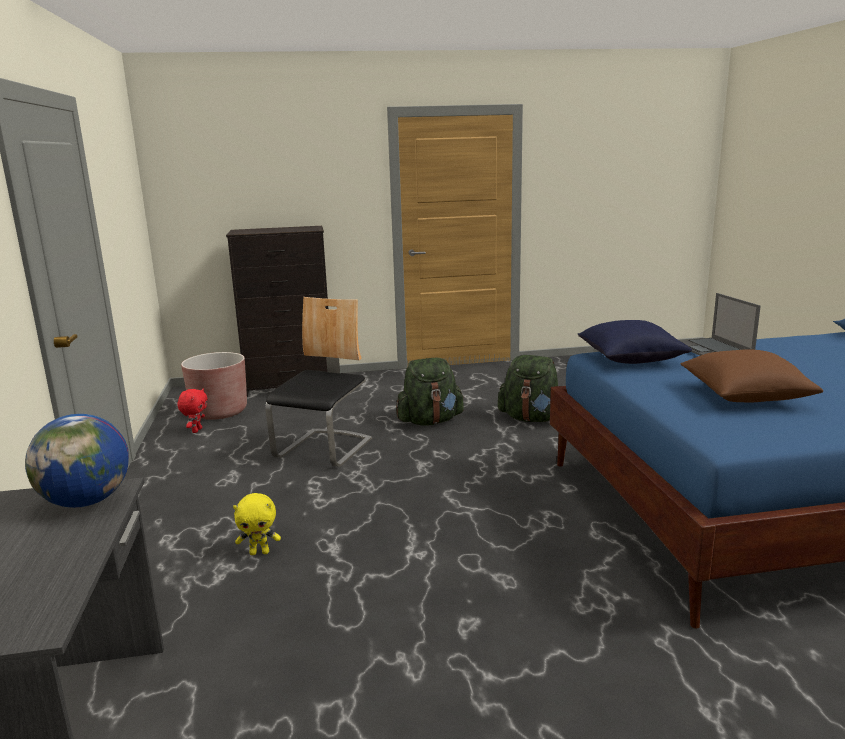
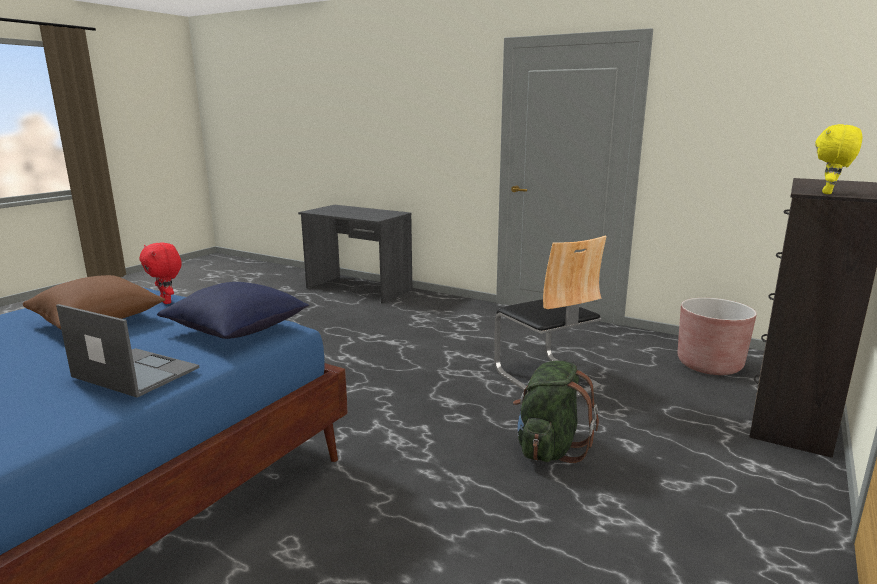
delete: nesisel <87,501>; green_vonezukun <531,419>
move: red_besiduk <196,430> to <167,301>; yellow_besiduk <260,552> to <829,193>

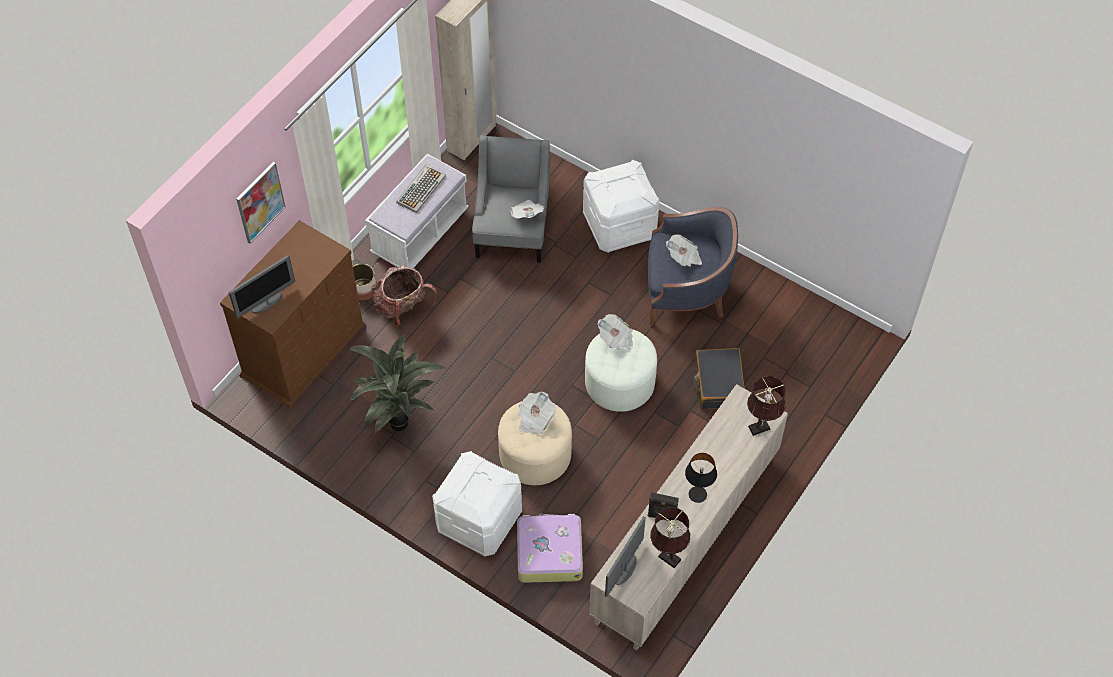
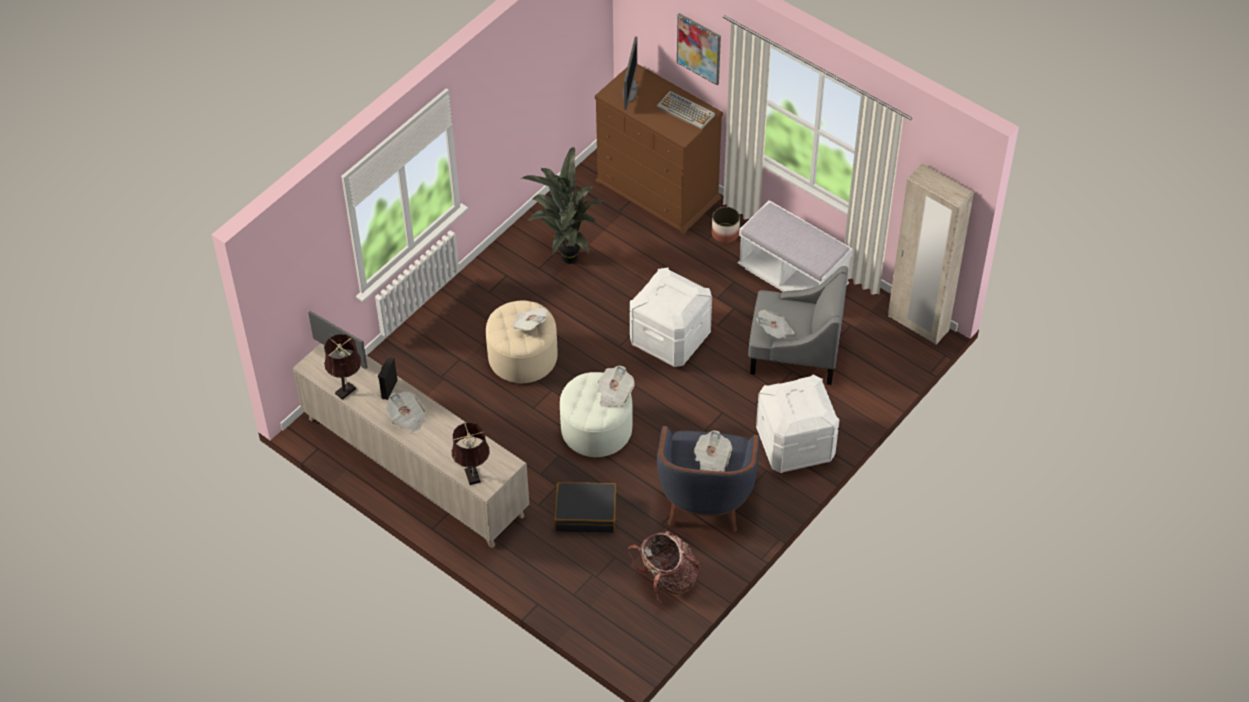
delete: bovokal <549,553>
move: vonezukun <403,307> to <667,579>; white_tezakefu <479,520> to <670,338>; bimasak <421,189> to <686,111>
replace: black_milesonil <697,494> to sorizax <407,418>
rotate: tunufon <266,302> = <630,91> 135 degrees counterclockwise

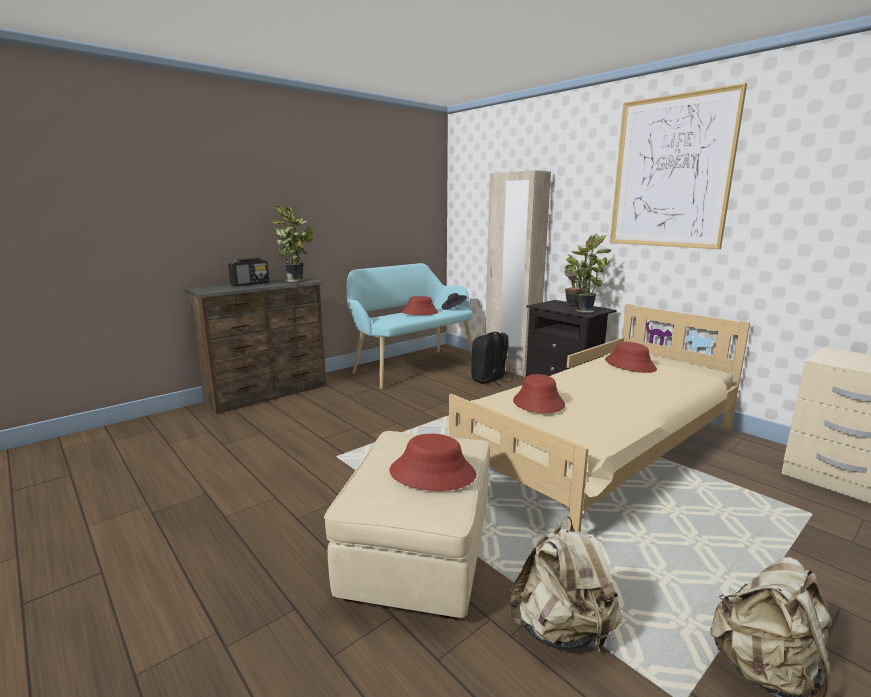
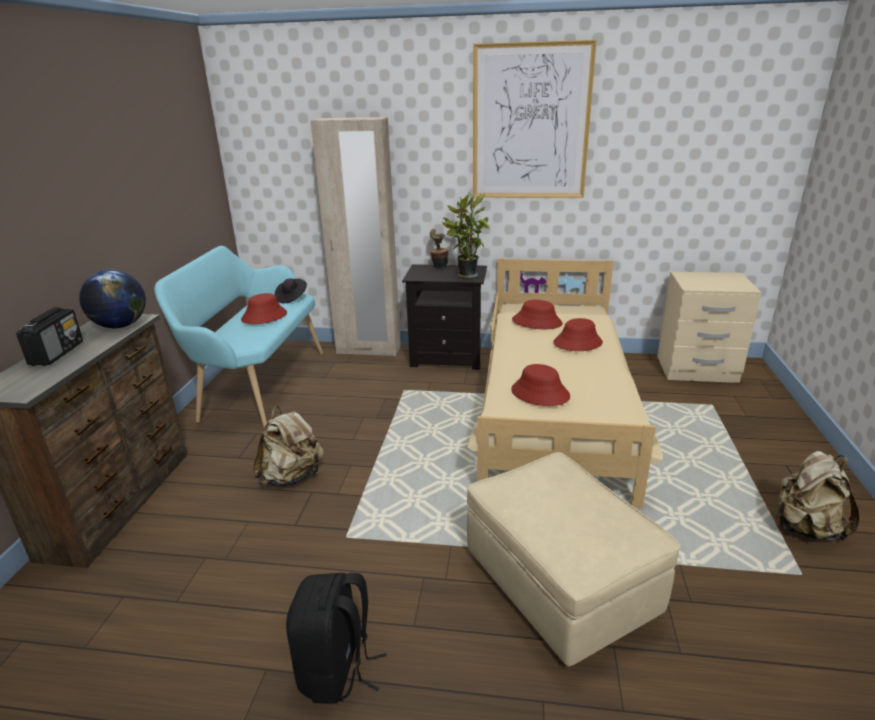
move: beige_vonezukun <562,631> to <292,477>; black_vonezukun <489,380> to <337,670>; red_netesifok <432,473> to <577,343>
replace: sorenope <296,281> to nesisel <120,326>

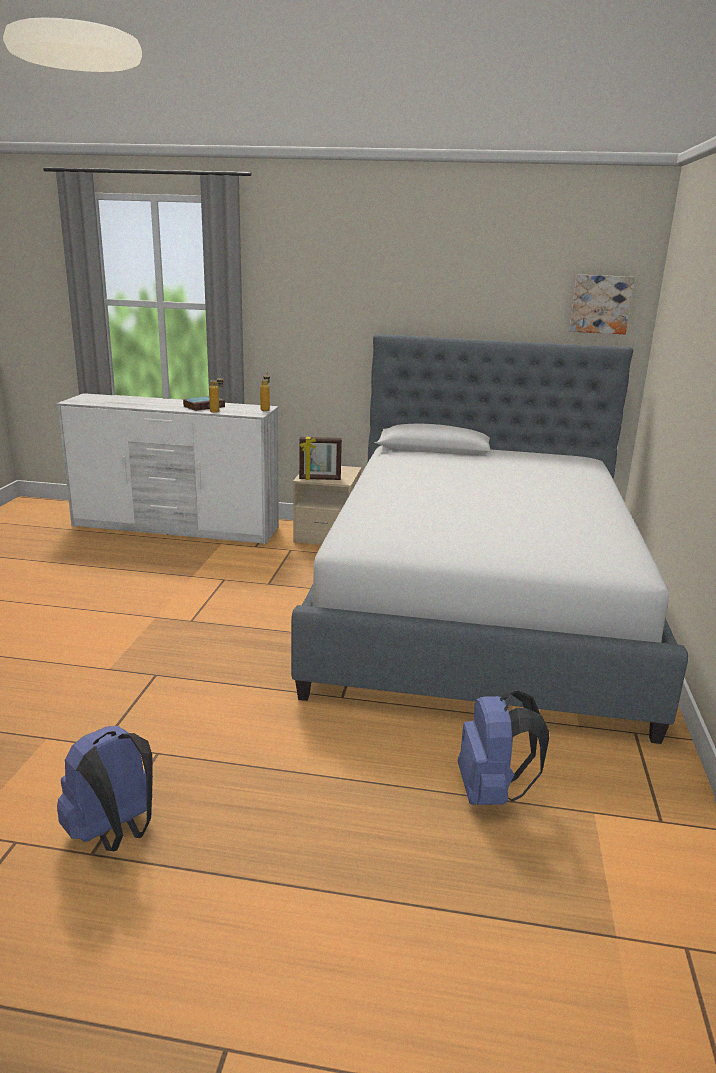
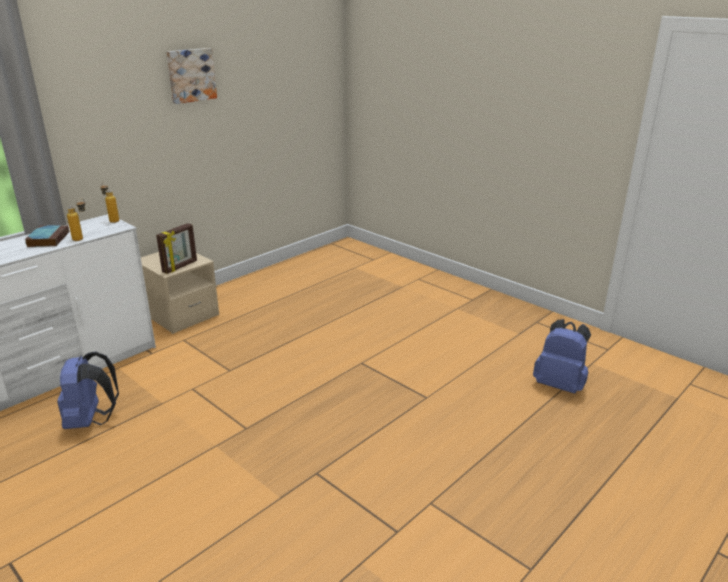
delete: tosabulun <478,608>
move: blue_vonezukun <114,833> to <91,420>; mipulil <600,304> to <191,75>

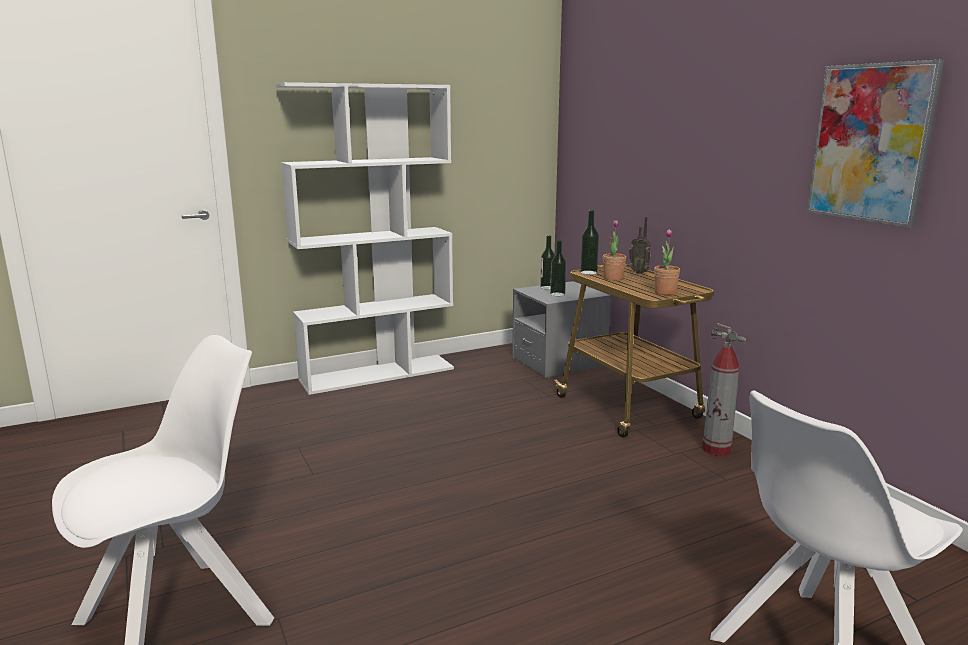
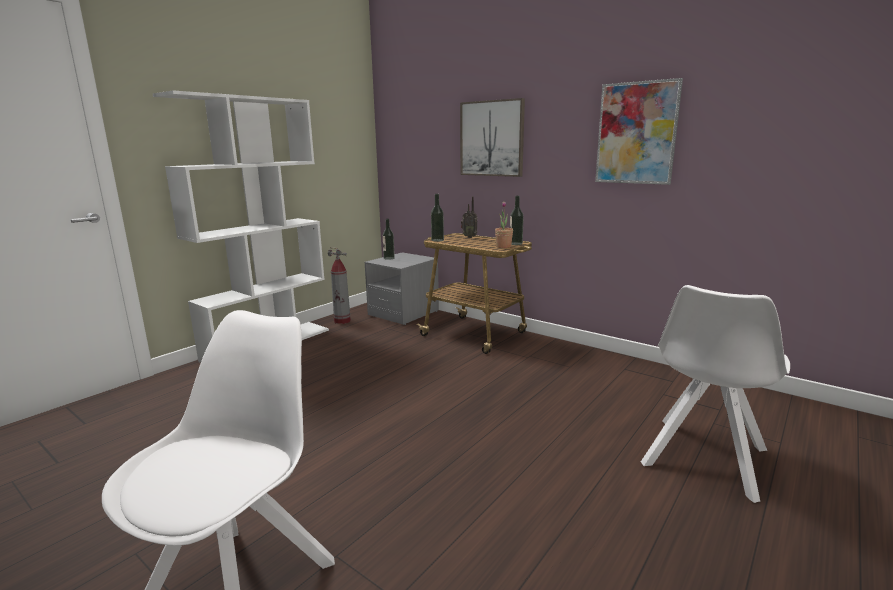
delete: sorenope <613,278>
insert: mipulil <492,138>
move: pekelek <716,450> to <342,321>; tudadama <557,294> to <516,243>

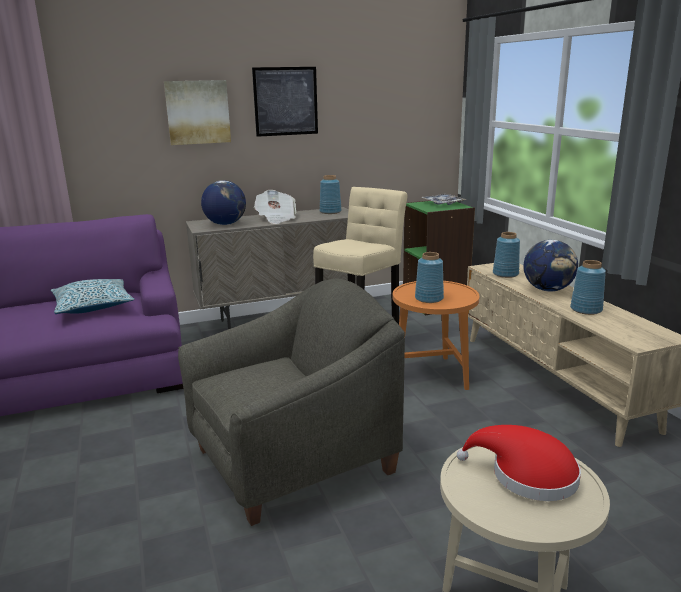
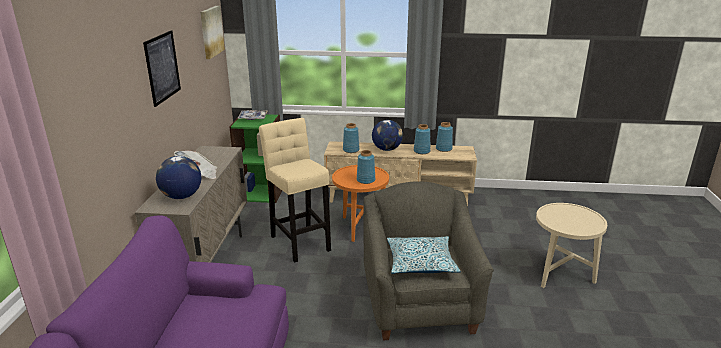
delete: red_netesifok <526,475>
move: mipulil <198,112> to <211,31>; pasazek <93,306> to <421,263>; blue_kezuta <330,212> to <444,149>

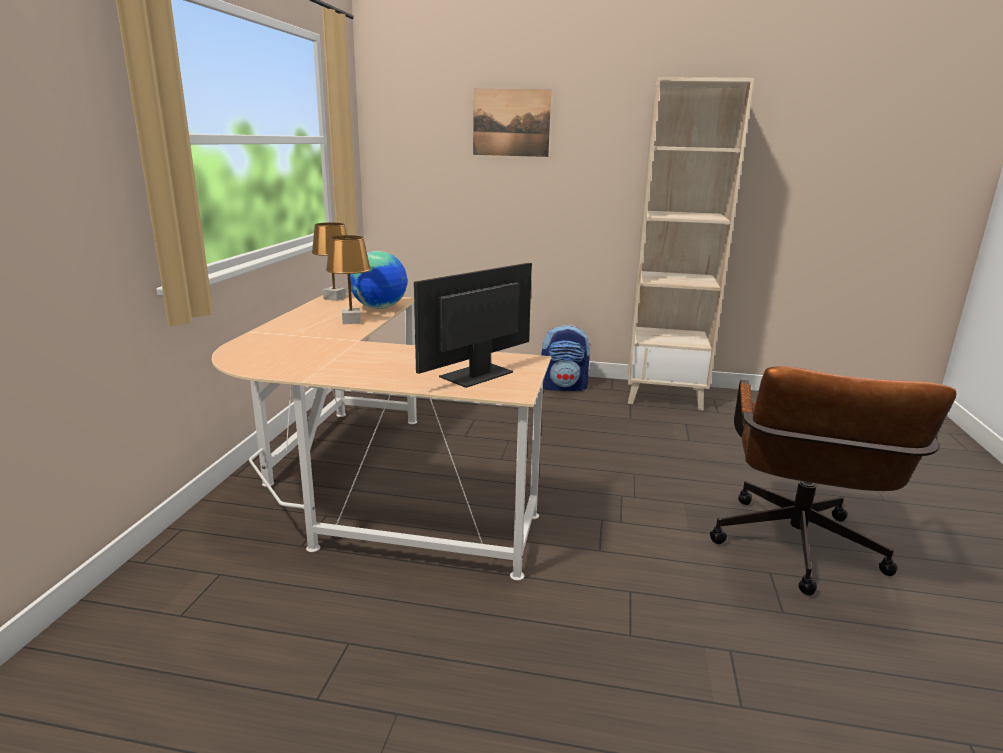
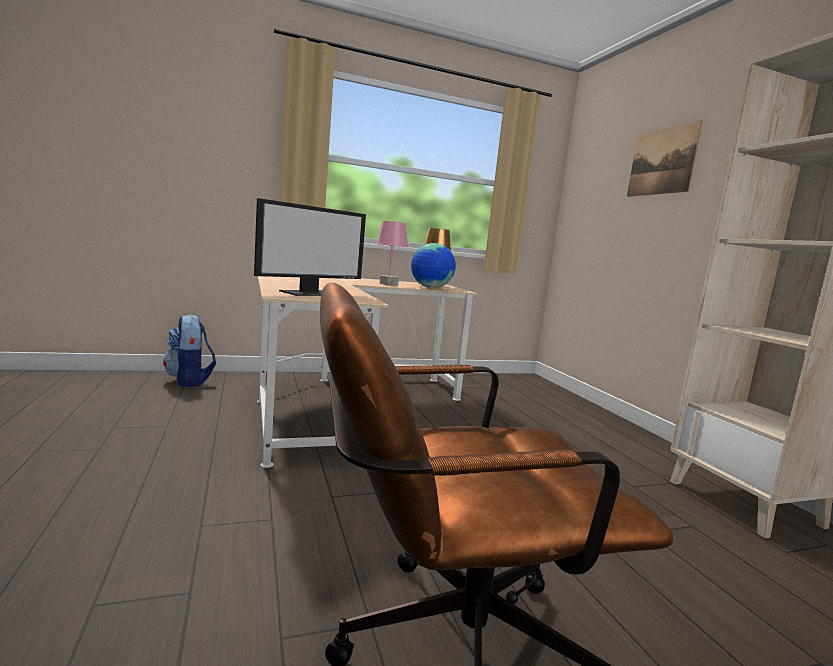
move: vonezukun <564,387> to <189,381>
recolor: brown_milesonil <351,321> to pink_milesonil <388,284>
rotate: tunufon <476,375> = <311,293> 120 degrees clockwise

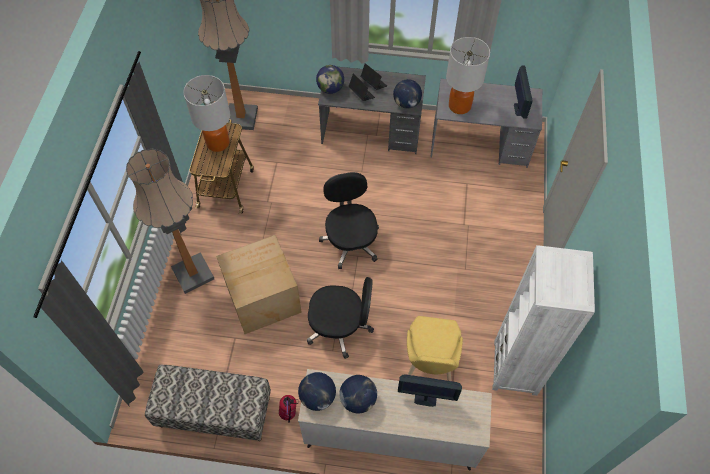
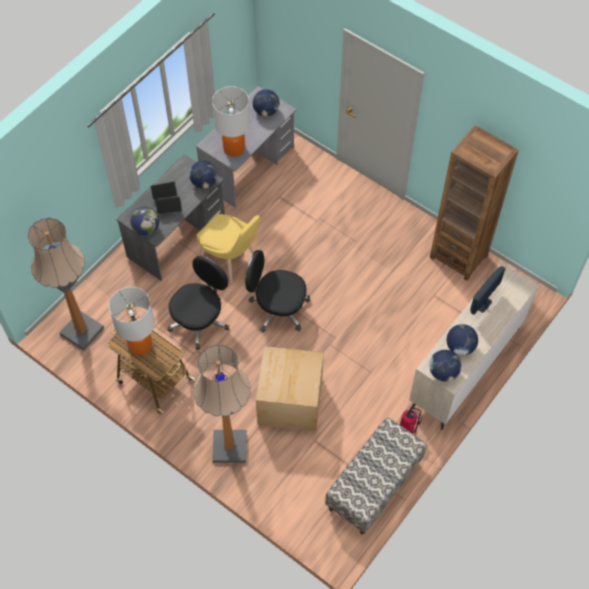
move: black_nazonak <340,327> to <200,320>; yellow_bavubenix <429,367> to <231,261>
replace: tunufon <519,109> to nesisel <266,111>
recolor: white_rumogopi <515,367> to brown_rumogopi <458,256>

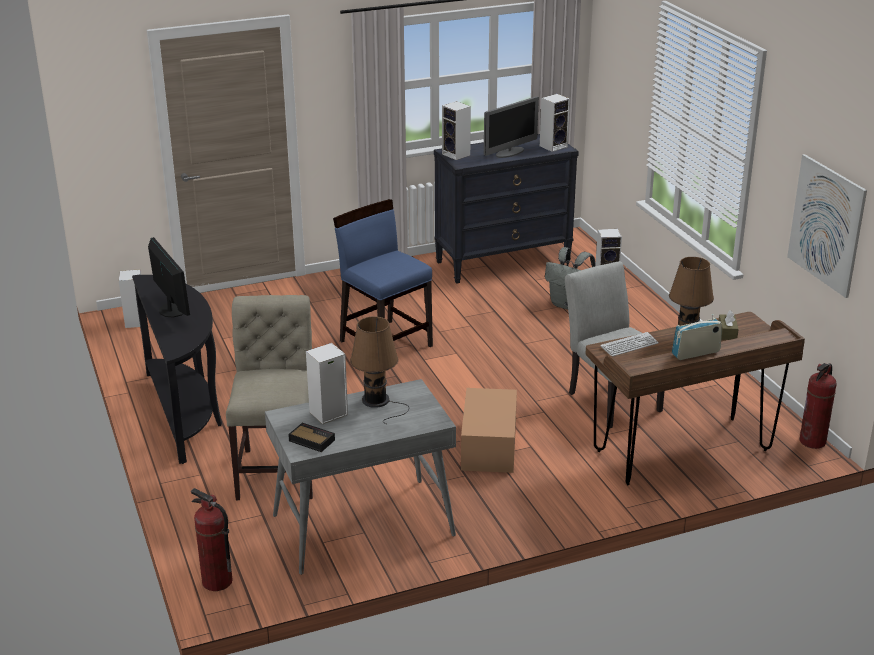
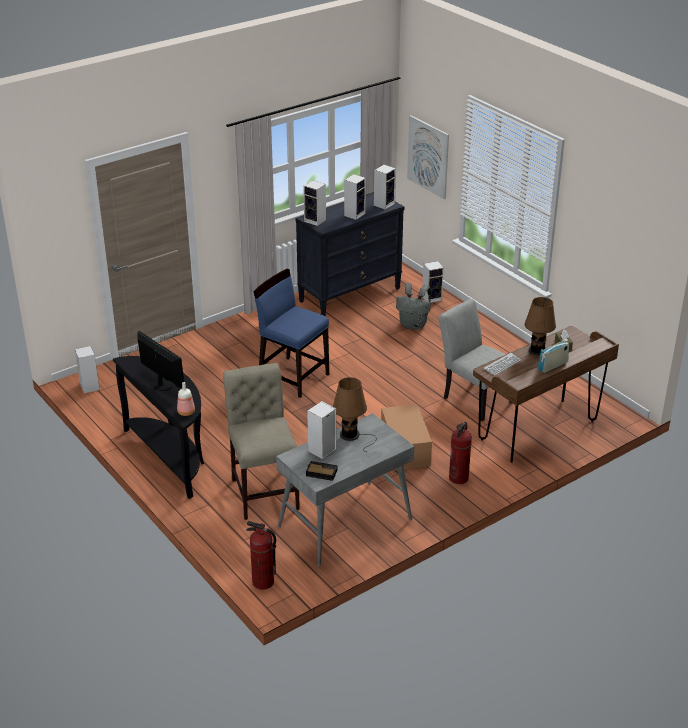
insert: tudadama <185,412>
move: mipulil <826,225> to <428,157>; pekelek <812,441> to <458,478>
replace: tunufon <510,153> to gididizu <354,214>

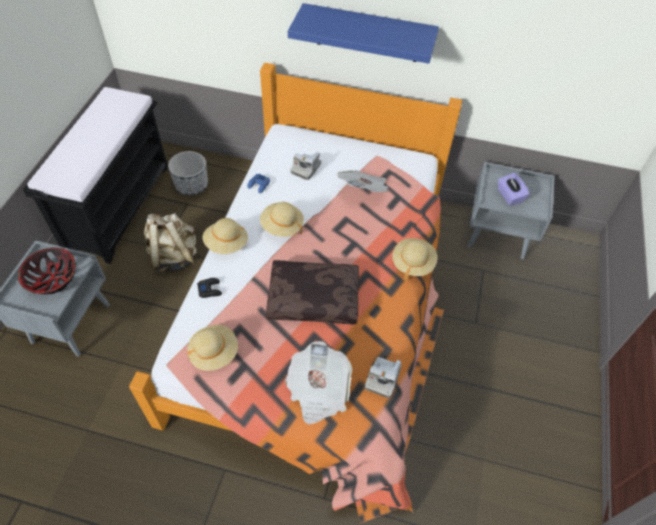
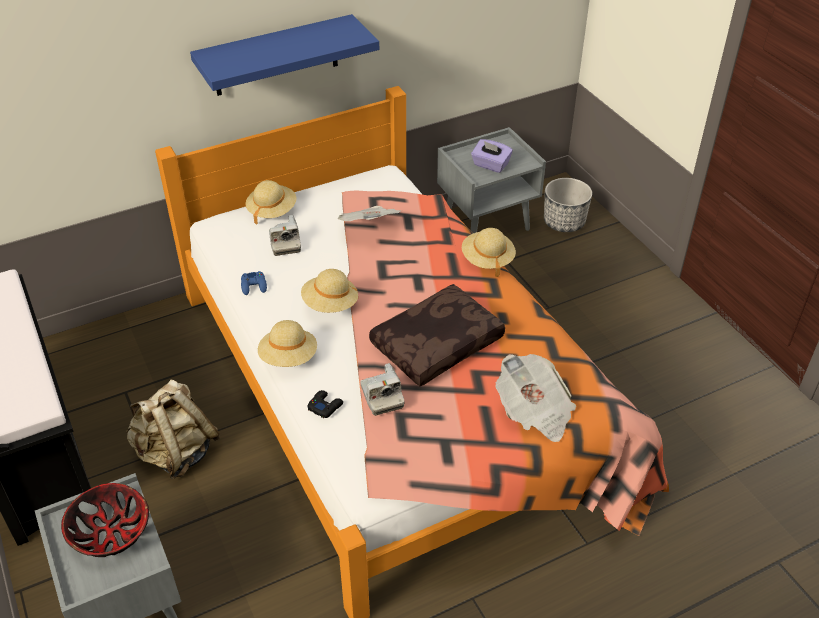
move: beige_netesifok <214,353> to <272,211>; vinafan <382,379> to <382,397>; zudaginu <191,186> to <564,222>

